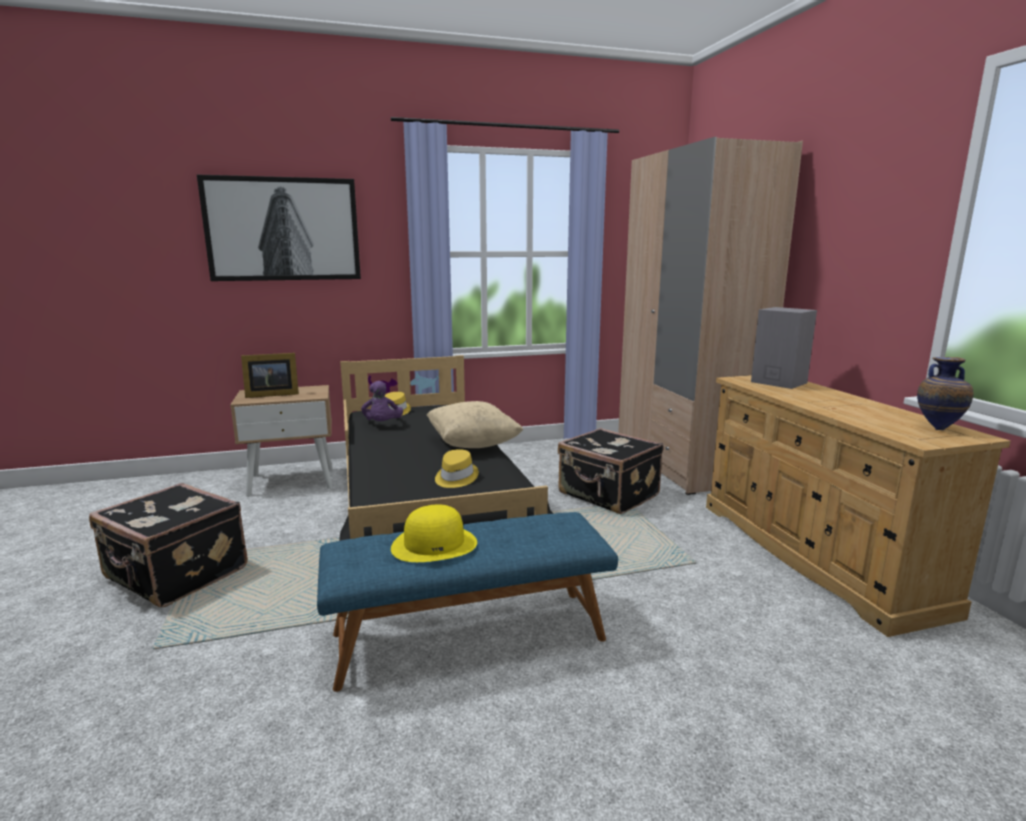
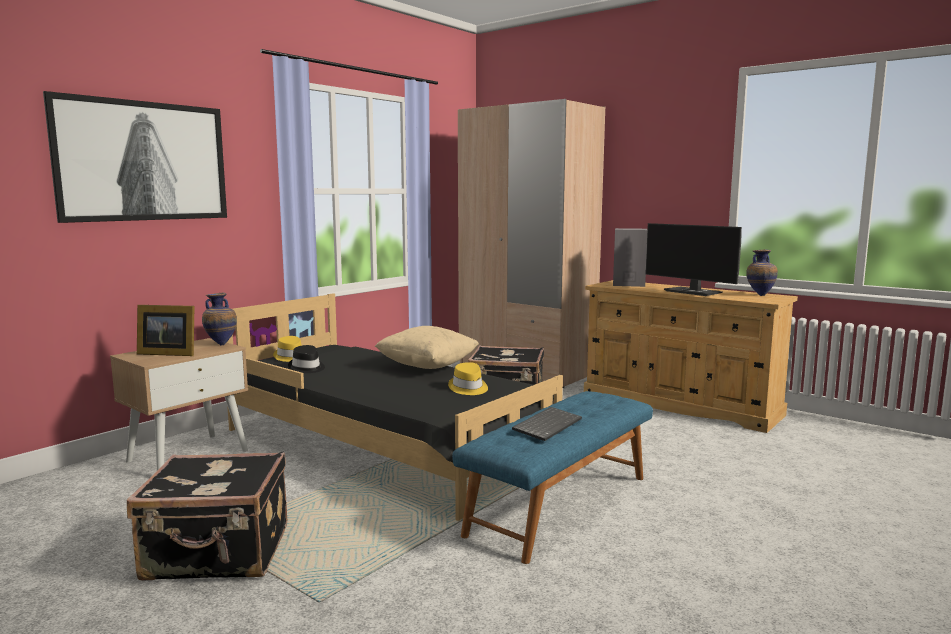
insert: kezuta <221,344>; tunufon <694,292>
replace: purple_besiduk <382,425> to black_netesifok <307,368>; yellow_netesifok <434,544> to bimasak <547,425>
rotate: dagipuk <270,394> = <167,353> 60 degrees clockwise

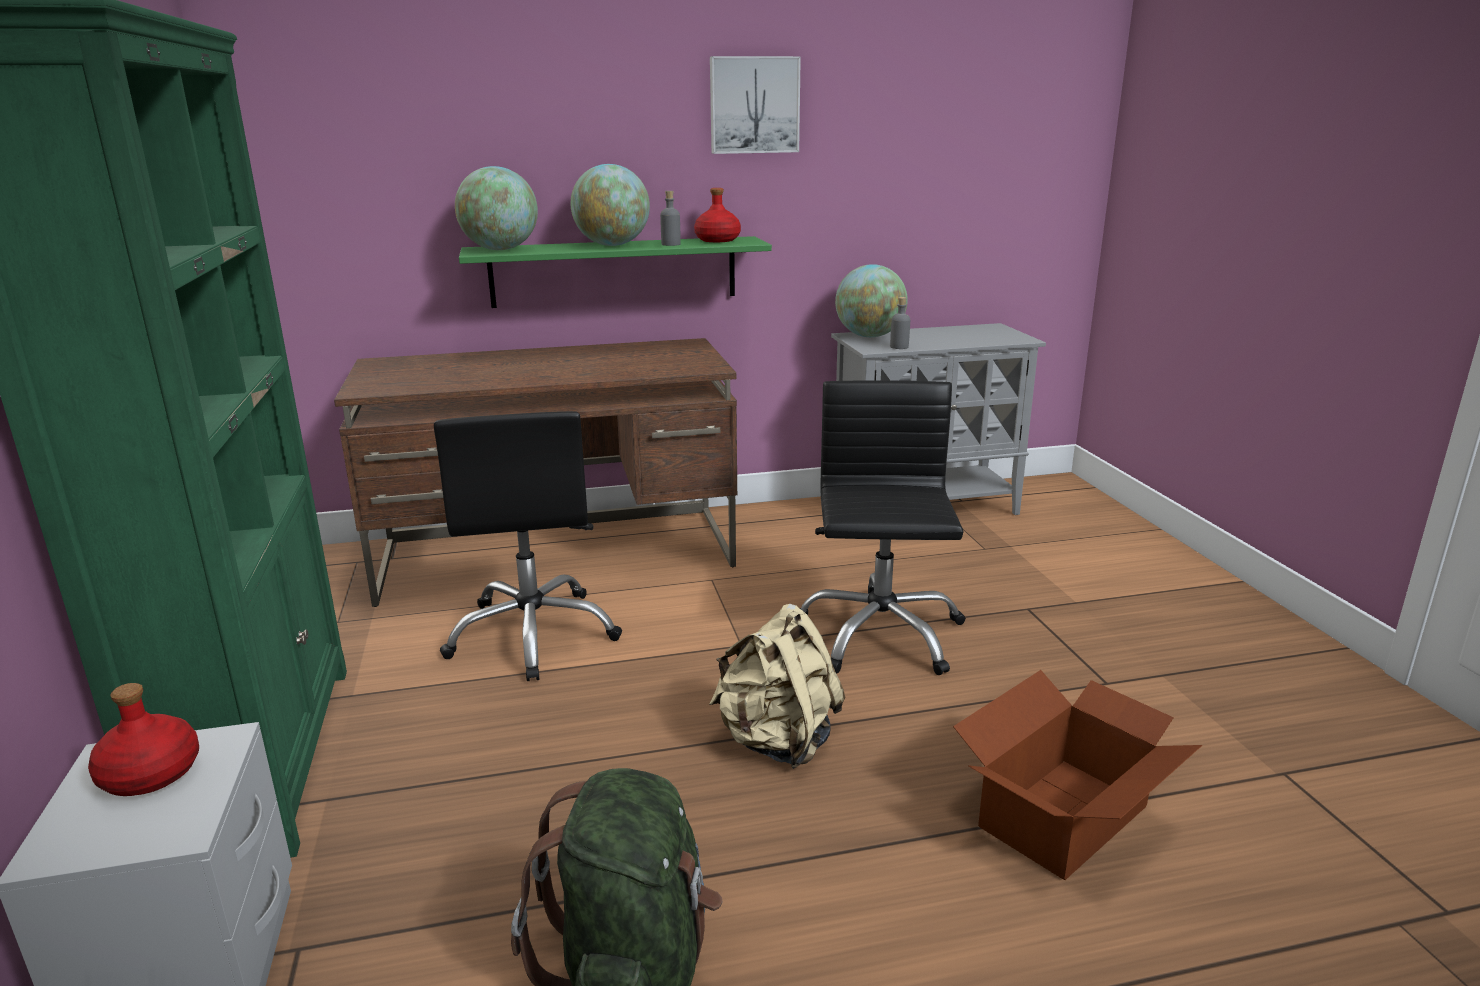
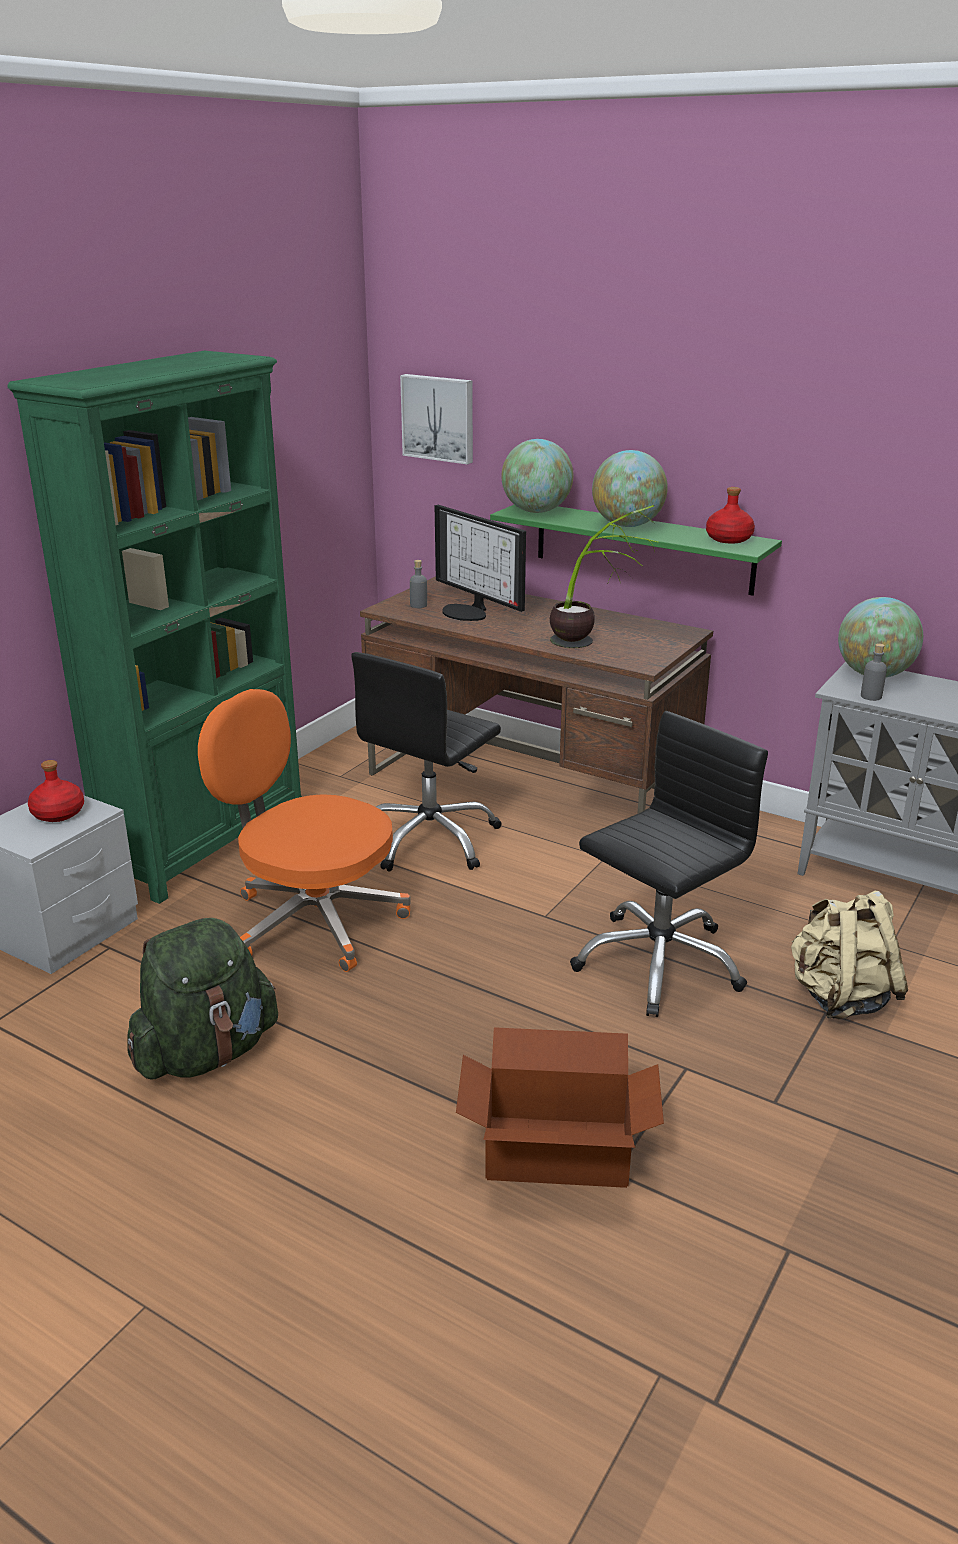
insert: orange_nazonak <313,920>; tunufon <469,612>; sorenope <592,646>
move: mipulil <754,105> to <439,418>; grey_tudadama <671,244> to <418,605>; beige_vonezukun <777,741> to <840,998>

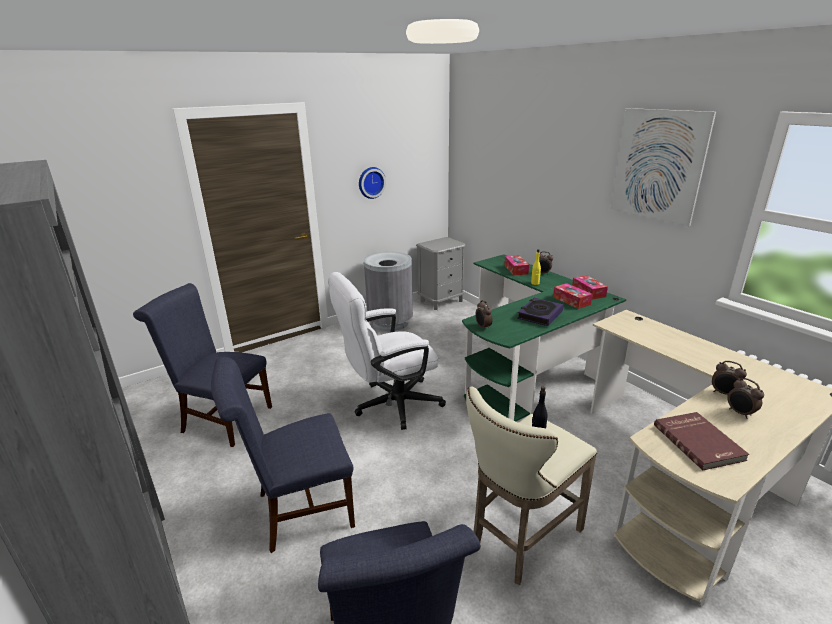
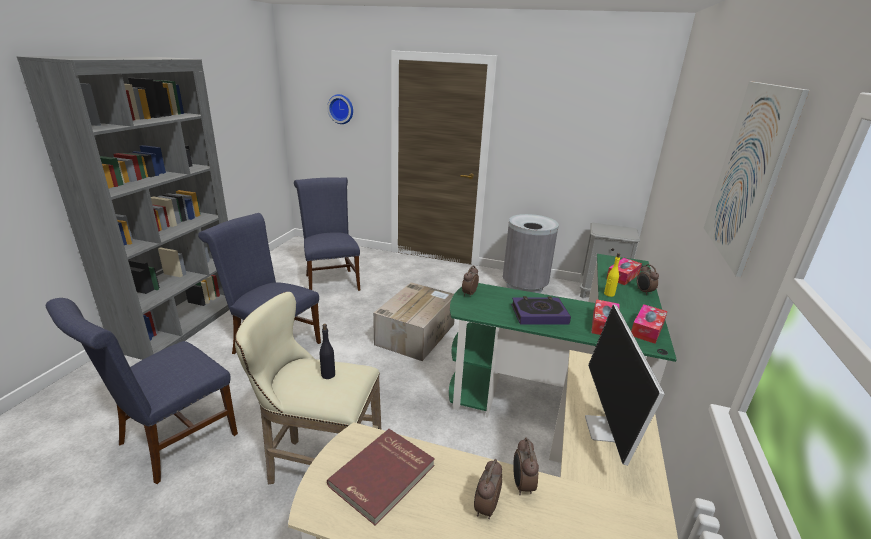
insert: tunufon <607,430>
move: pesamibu <371,182> to <341,109>
replace: white_nazonak <390,405> to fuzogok <416,333>

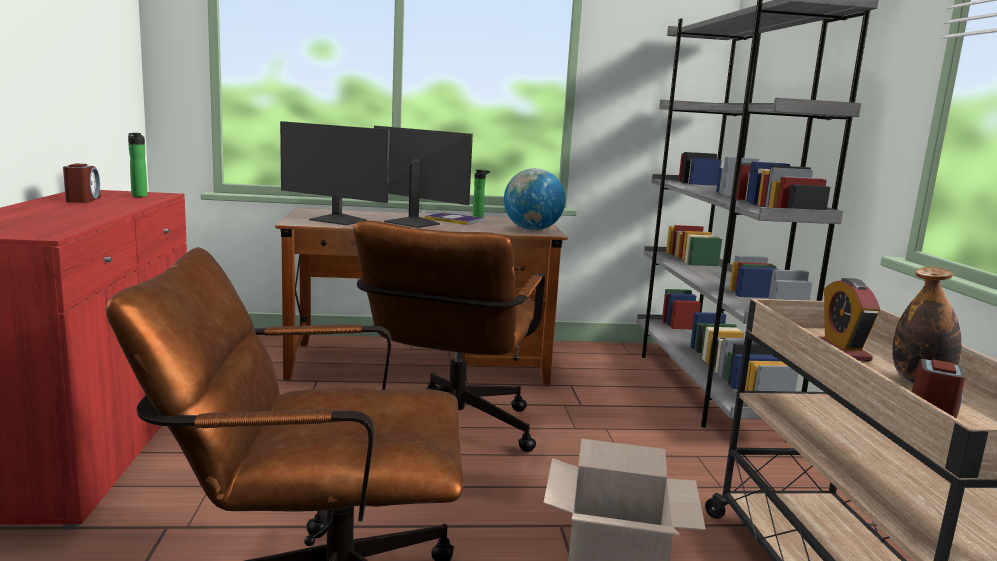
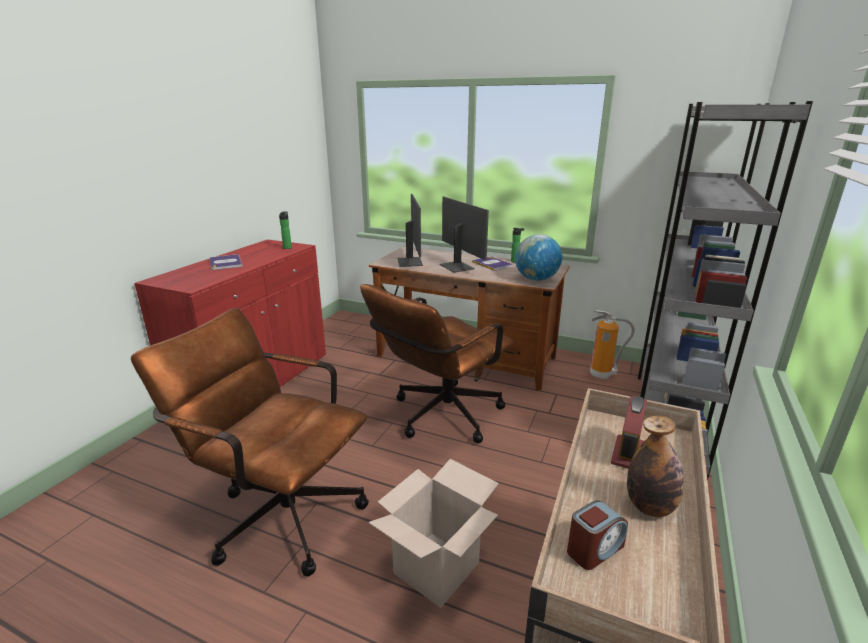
delete: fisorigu <83,200>
insert: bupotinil <225,263>; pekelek <601,375>
rotate: tunufon <337,220> = <411,262> 150 degrees counterclockwise

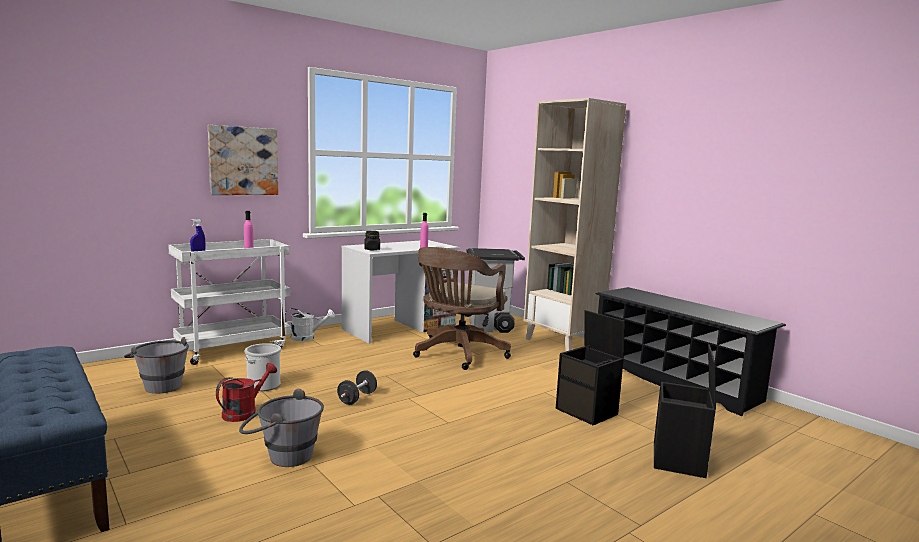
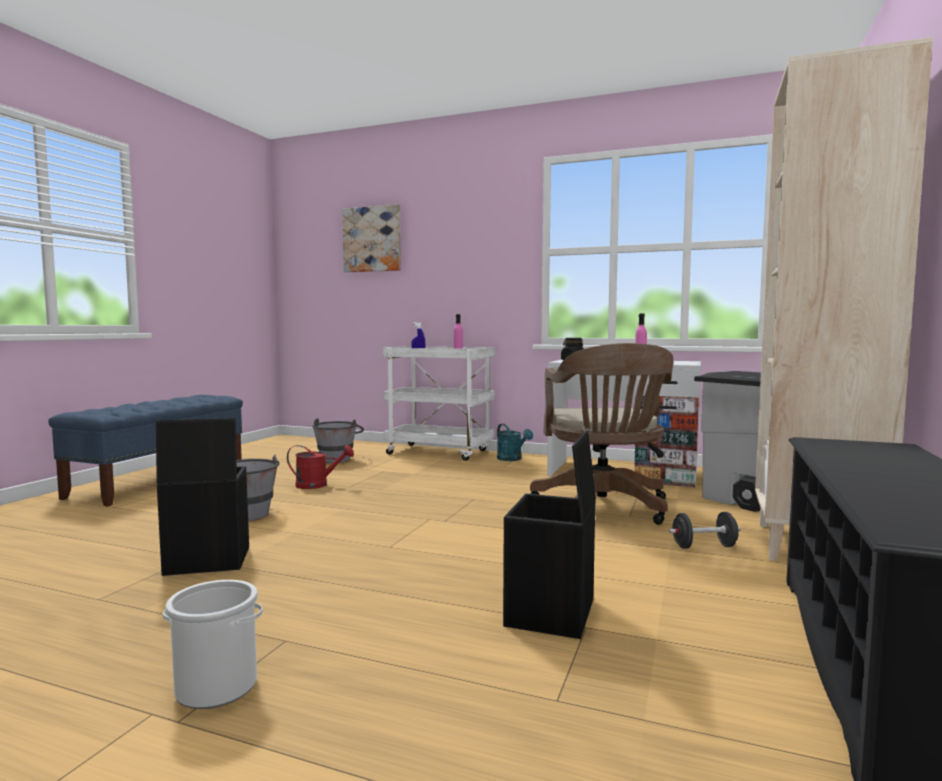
move: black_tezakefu <679,460> to <205,561>; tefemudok <263,385> to <215,687>; mipulil <243,161> to <372,239>; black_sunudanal <357,398> to <704,546>
recolor: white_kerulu <307,338> to turquoise_kerulu <512,459>
rotate: brown_nazonak <458,354> = <604,508> 90 degrees counterclockwise

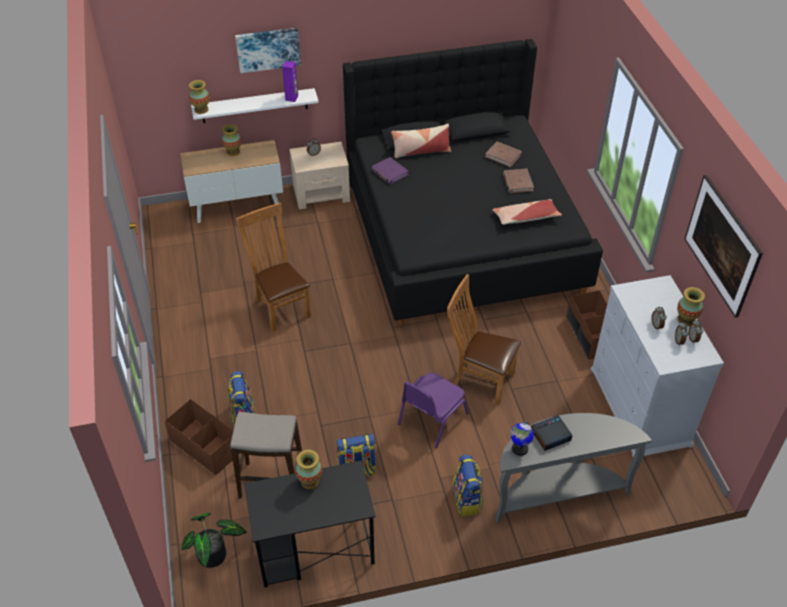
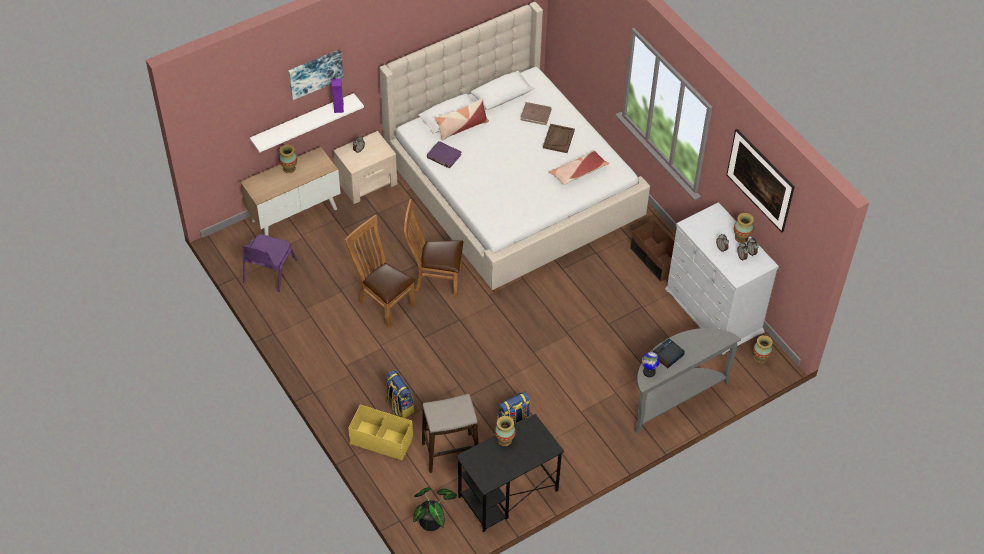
delete: vonezukun <467,500>
move: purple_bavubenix <431,419> to <268,271>; brown_bavubenix <479,379> to <435,279>; kezuta <201,110> to <760,358>
replace: brown_bupotinil <517,182> to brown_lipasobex <558,139>
recolor: brown_tezakefu <205,446> to yellow_tezakefu <381,440>; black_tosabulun <463,232> to beige_tosabulun <512,190>

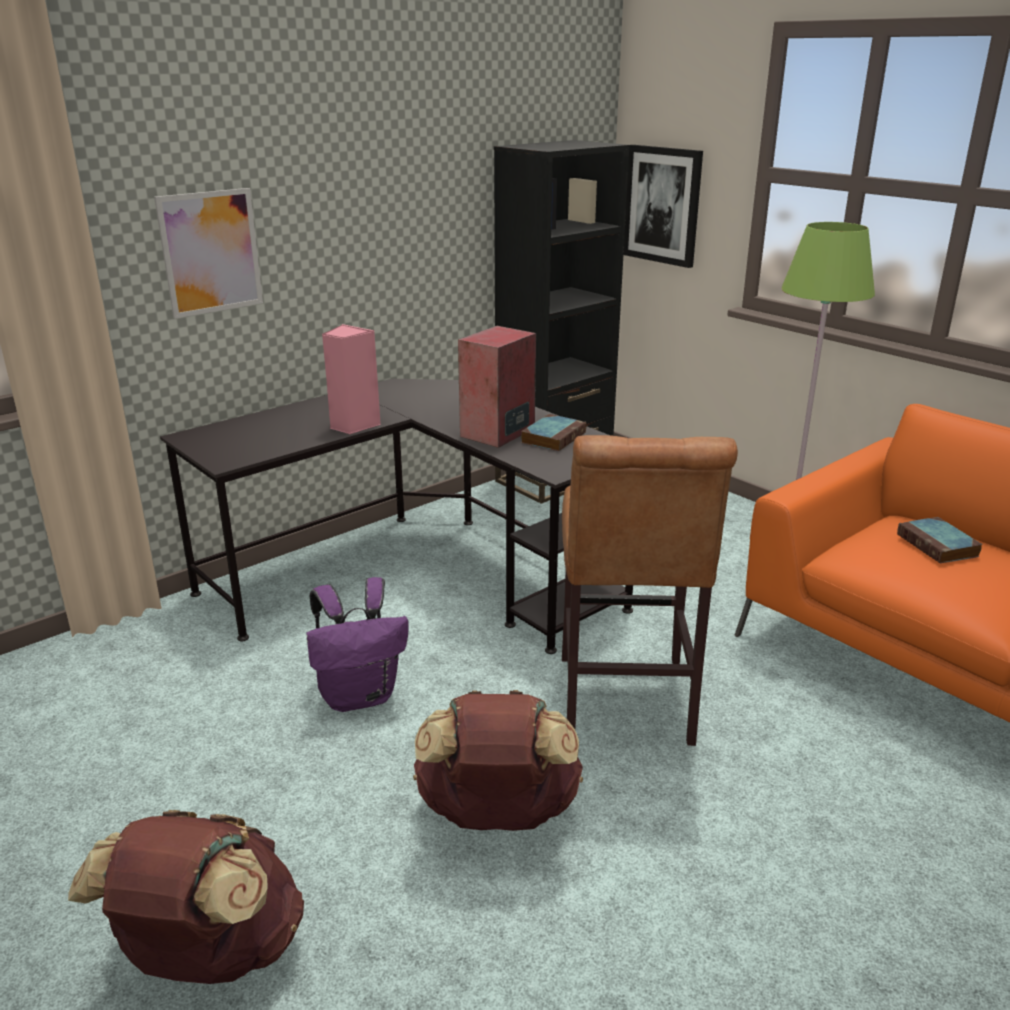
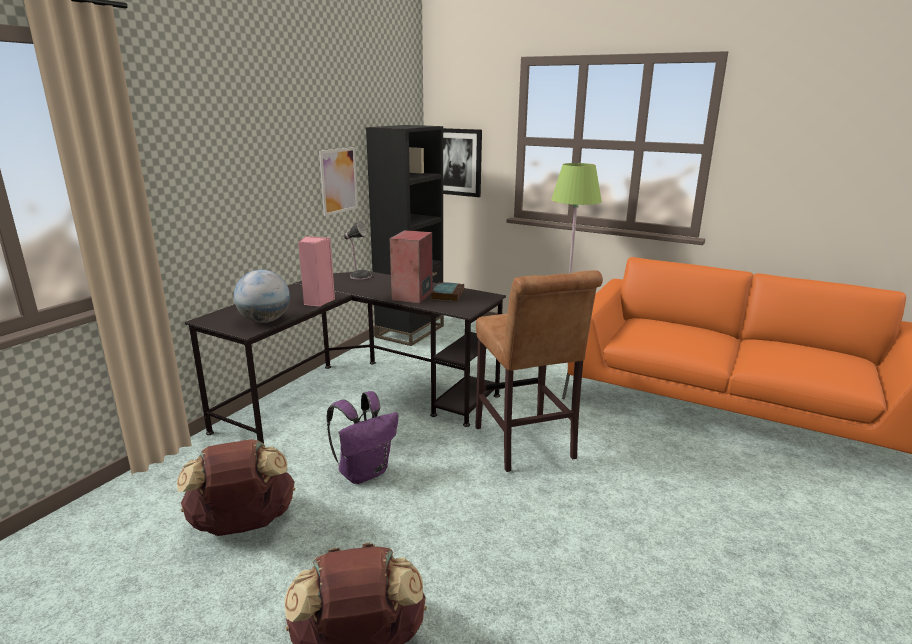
delete: bupotinil <939,546>
insert: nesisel <265,321>; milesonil <359,276>
move: brown_vonezukun <497,816> to <243,525>; mipulil <211,252> to <338,181>

